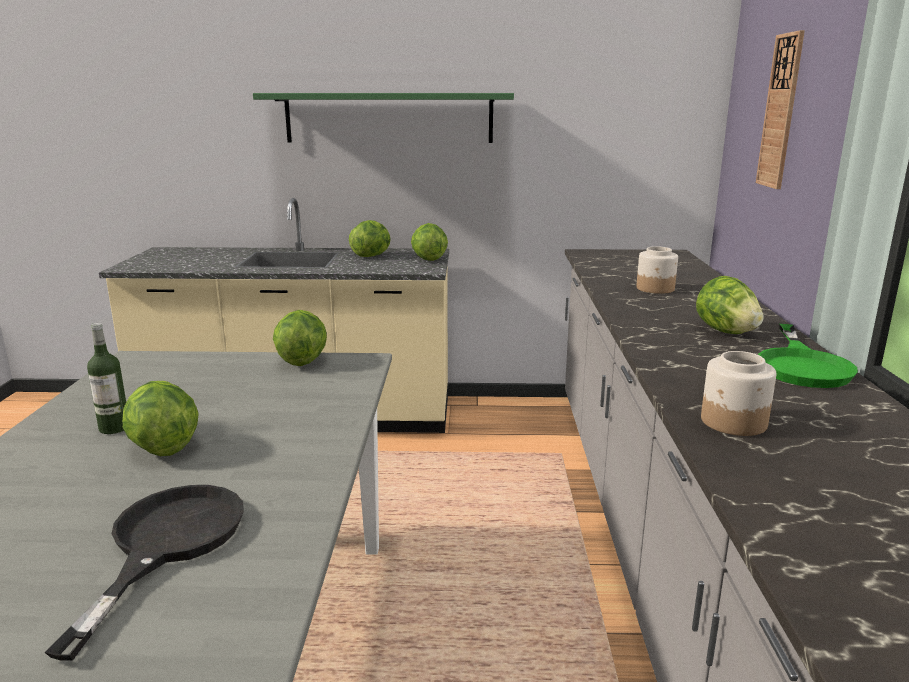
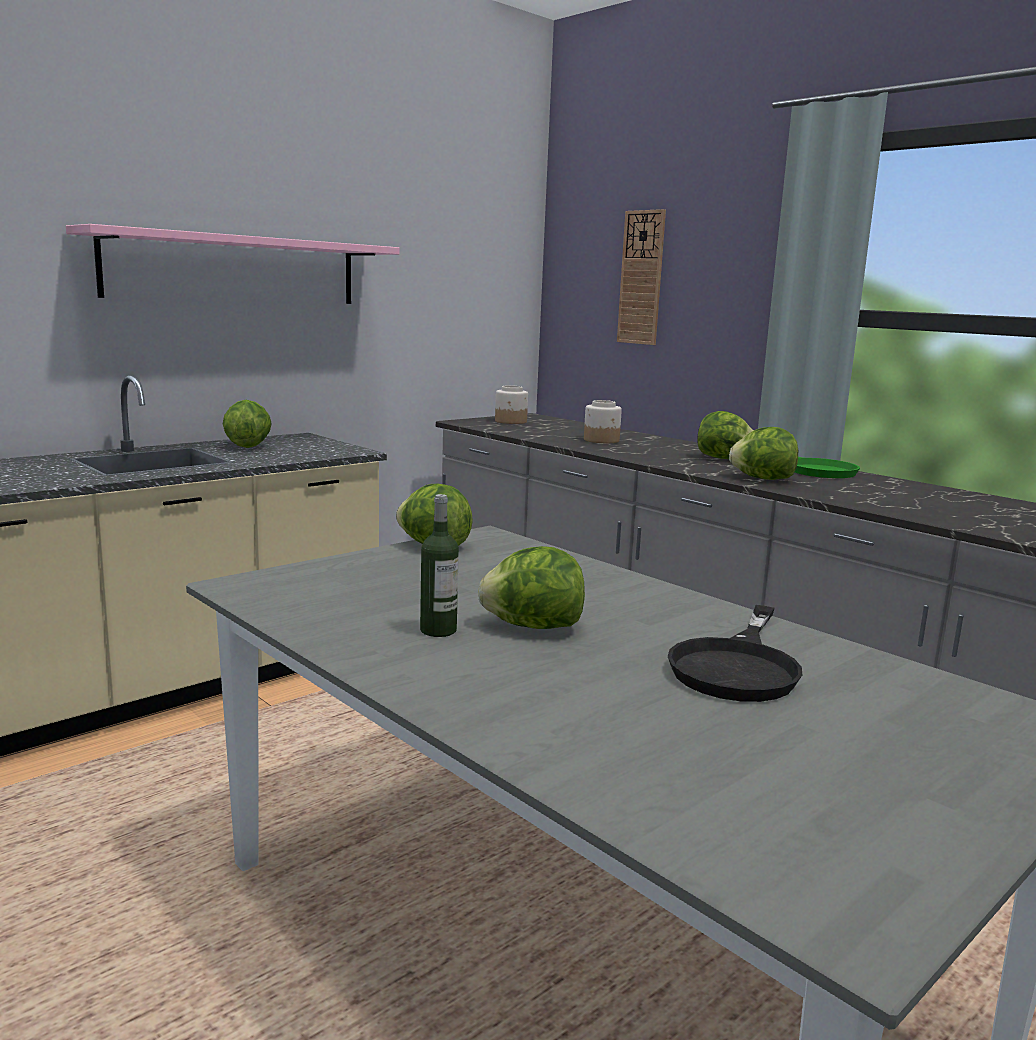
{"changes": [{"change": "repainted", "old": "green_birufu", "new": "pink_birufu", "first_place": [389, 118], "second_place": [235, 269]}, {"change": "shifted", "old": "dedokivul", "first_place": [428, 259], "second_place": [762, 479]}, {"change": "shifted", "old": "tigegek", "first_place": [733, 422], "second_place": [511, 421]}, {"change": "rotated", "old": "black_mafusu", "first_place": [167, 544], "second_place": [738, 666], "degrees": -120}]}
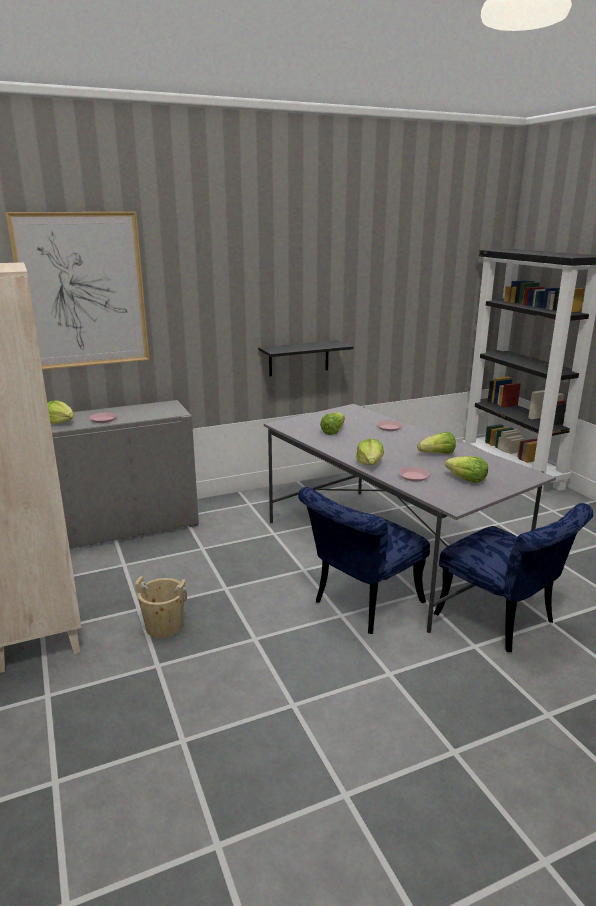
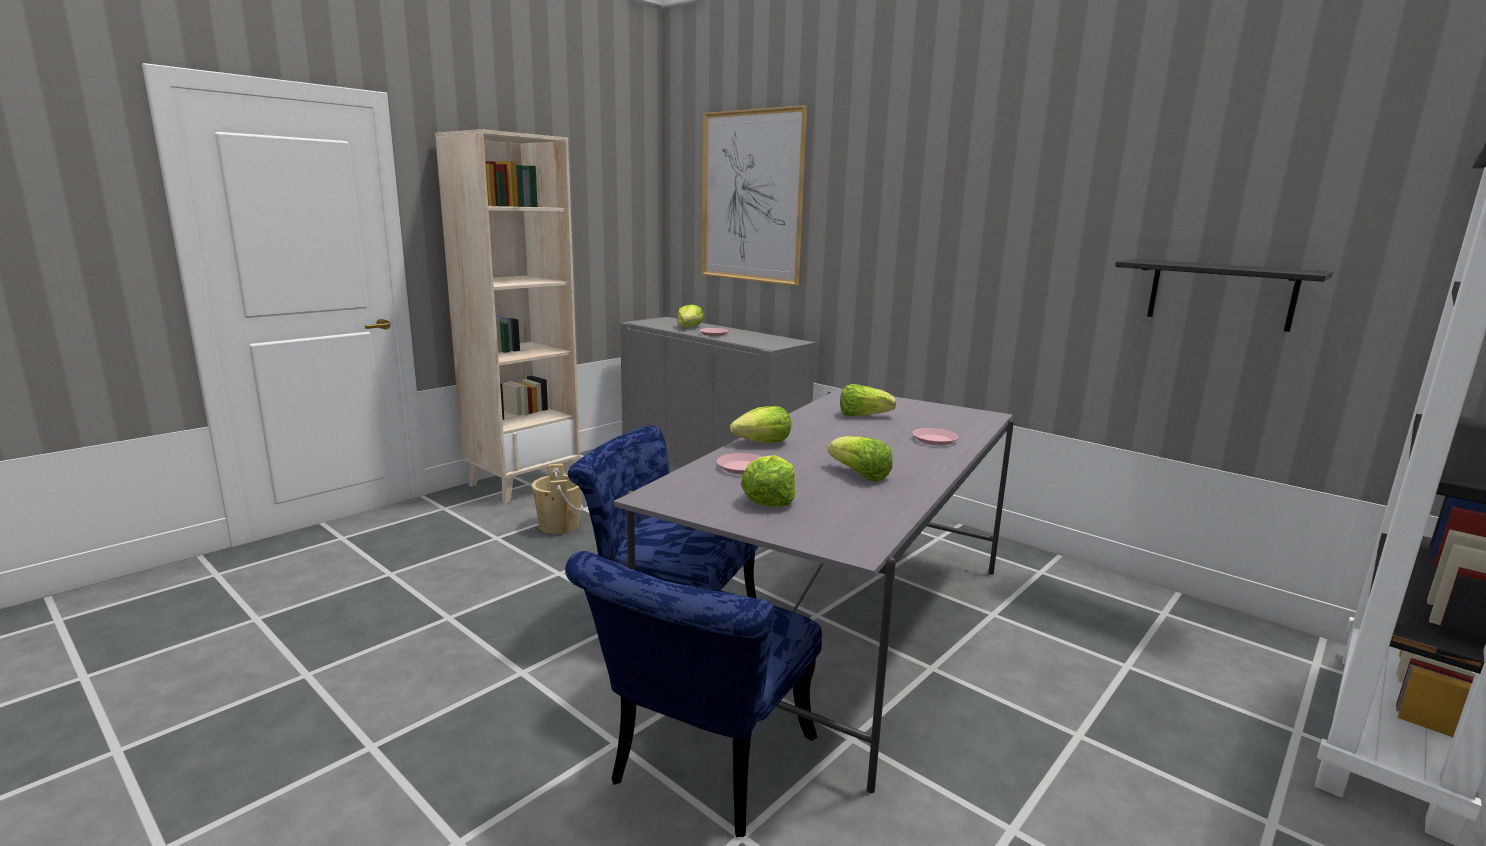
{"changes": [{"change": "shifted", "old": "black_birufu", "first_place": [299, 358], "second_place": [1220, 294]}]}
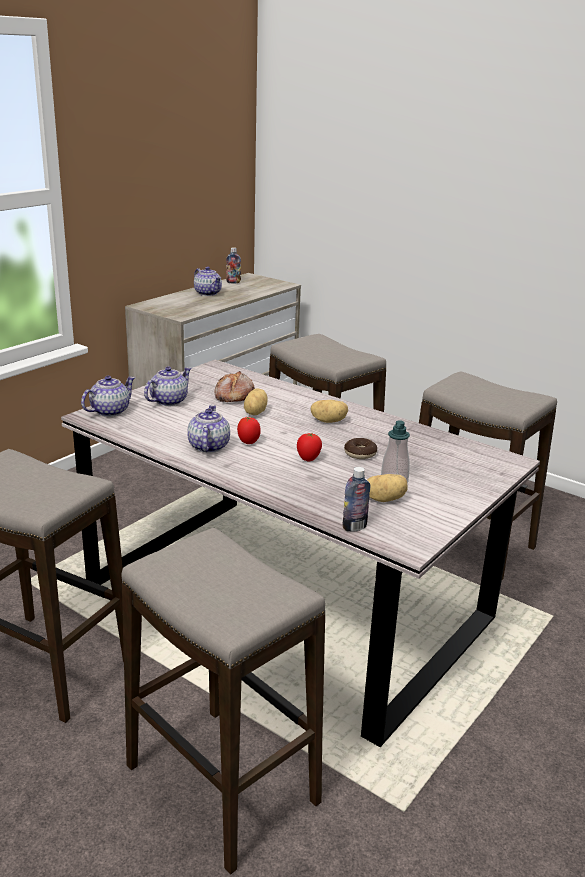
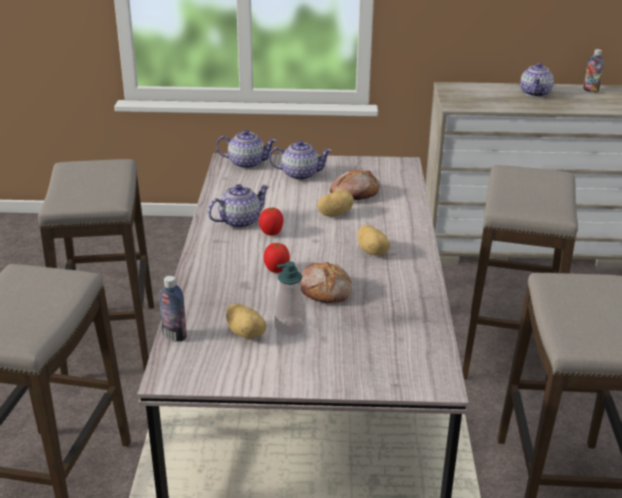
{"changes": [{"change": "swapped", "old": "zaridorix", "new": "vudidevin", "first_place": [360, 453], "second_place": [324, 290]}]}
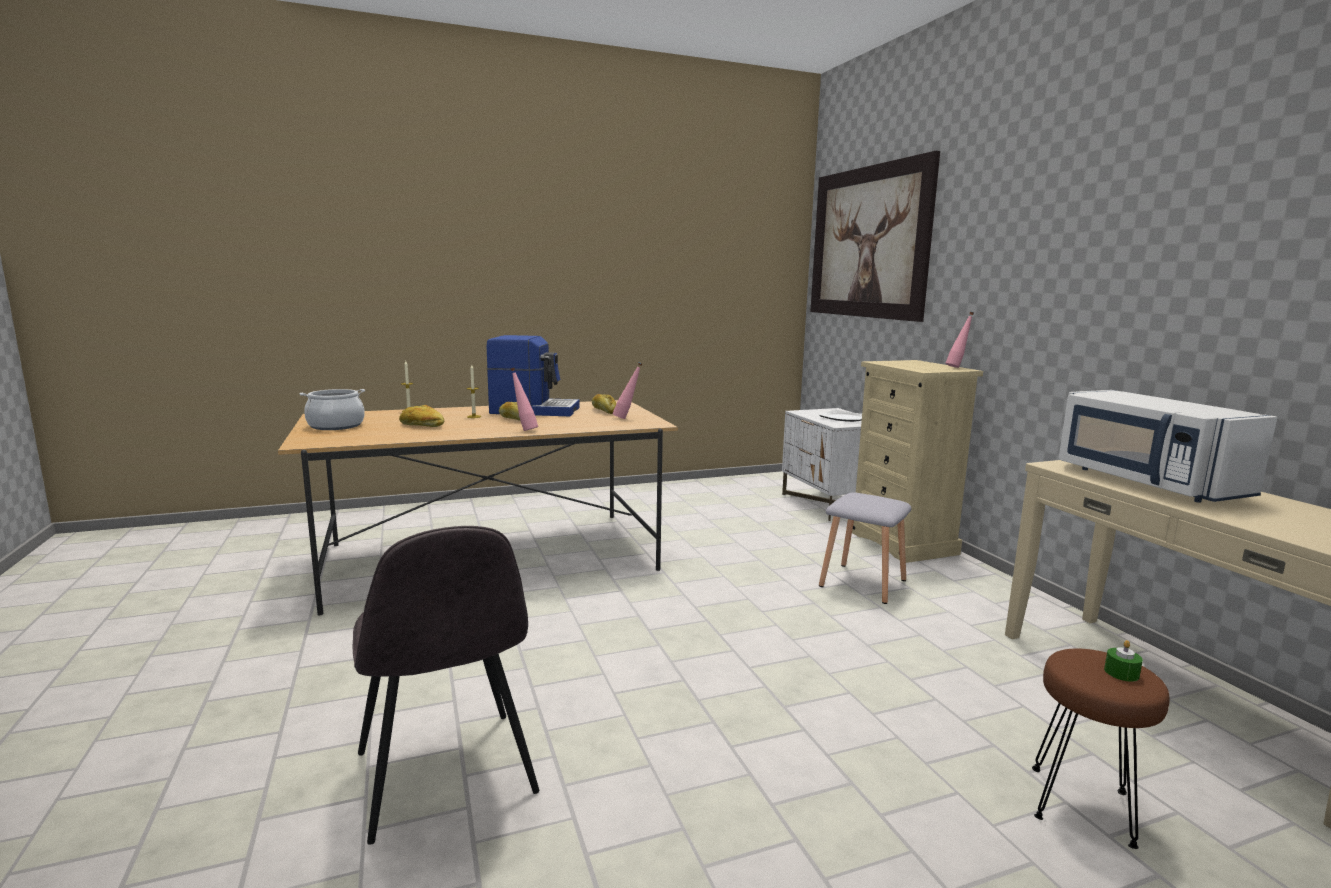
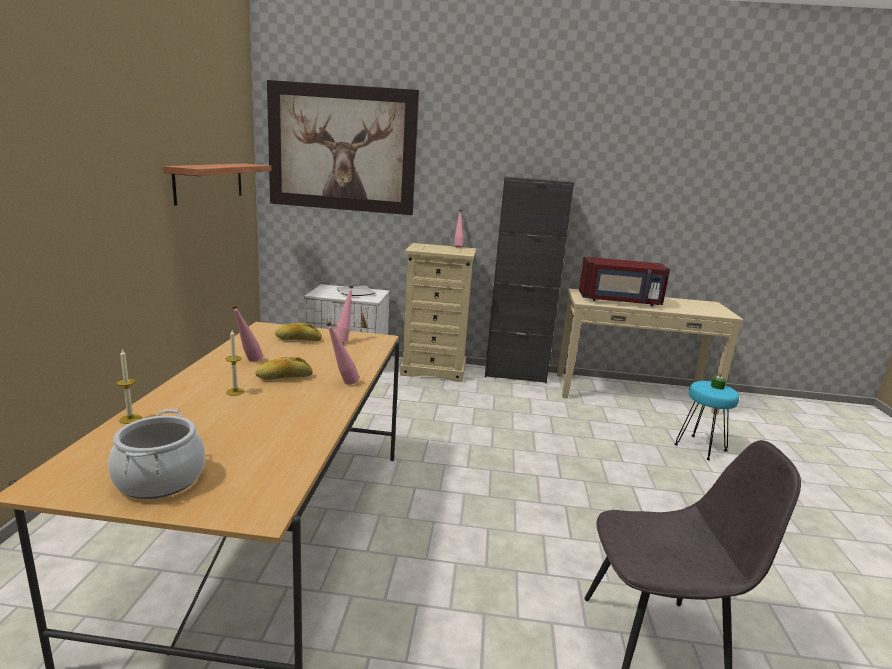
{"changes": [{"change": "swapped", "old": "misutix", "new": "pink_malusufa", "first_place": [534, 410], "second_place": [248, 362]}, {"change": "repainted", "old": "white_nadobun", "new": "red_nadobun", "first_place": [1145, 482], "second_place": [619, 301]}, {"change": "gone", "old": "vudidevin", "first_place": [422, 425]}, {"change": "gone", "old": "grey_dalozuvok", "first_place": [863, 584]}, {"change": "repainted", "old": "brown_dalozuvok", "new": "turquoise_dalozuvok", "first_place": [1083, 806], "second_place": [701, 447]}, {"change": "new", "new": "birufu", "second_place": [209, 182]}, {"change": "new", "new": "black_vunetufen", "second_place": [515, 375]}]}
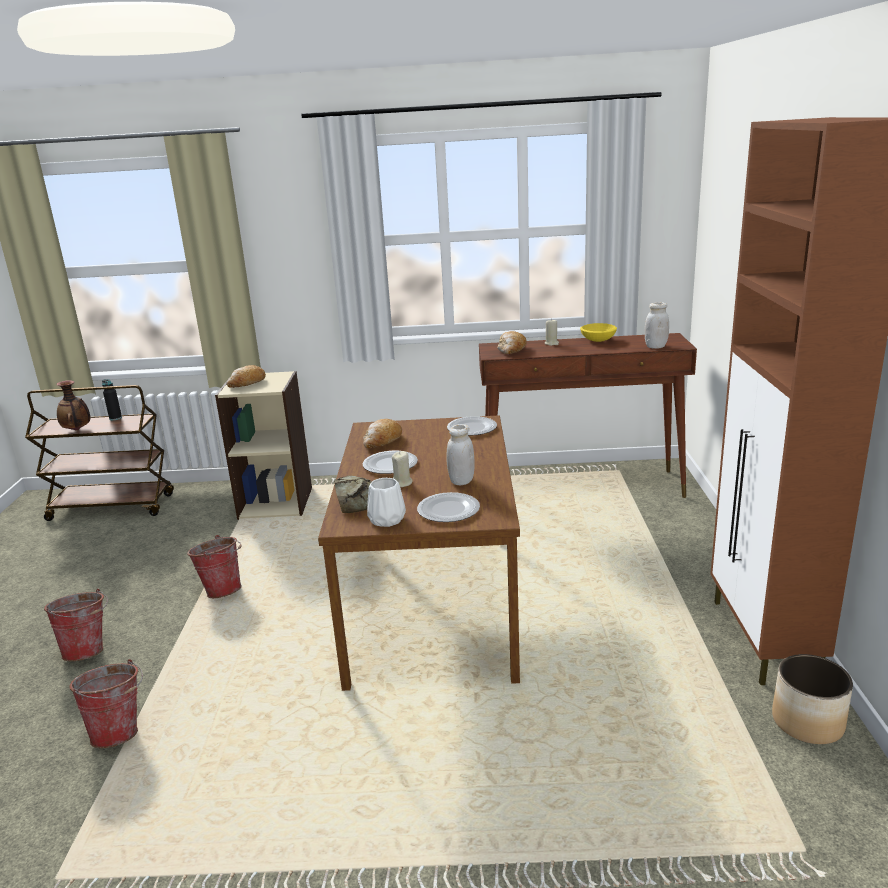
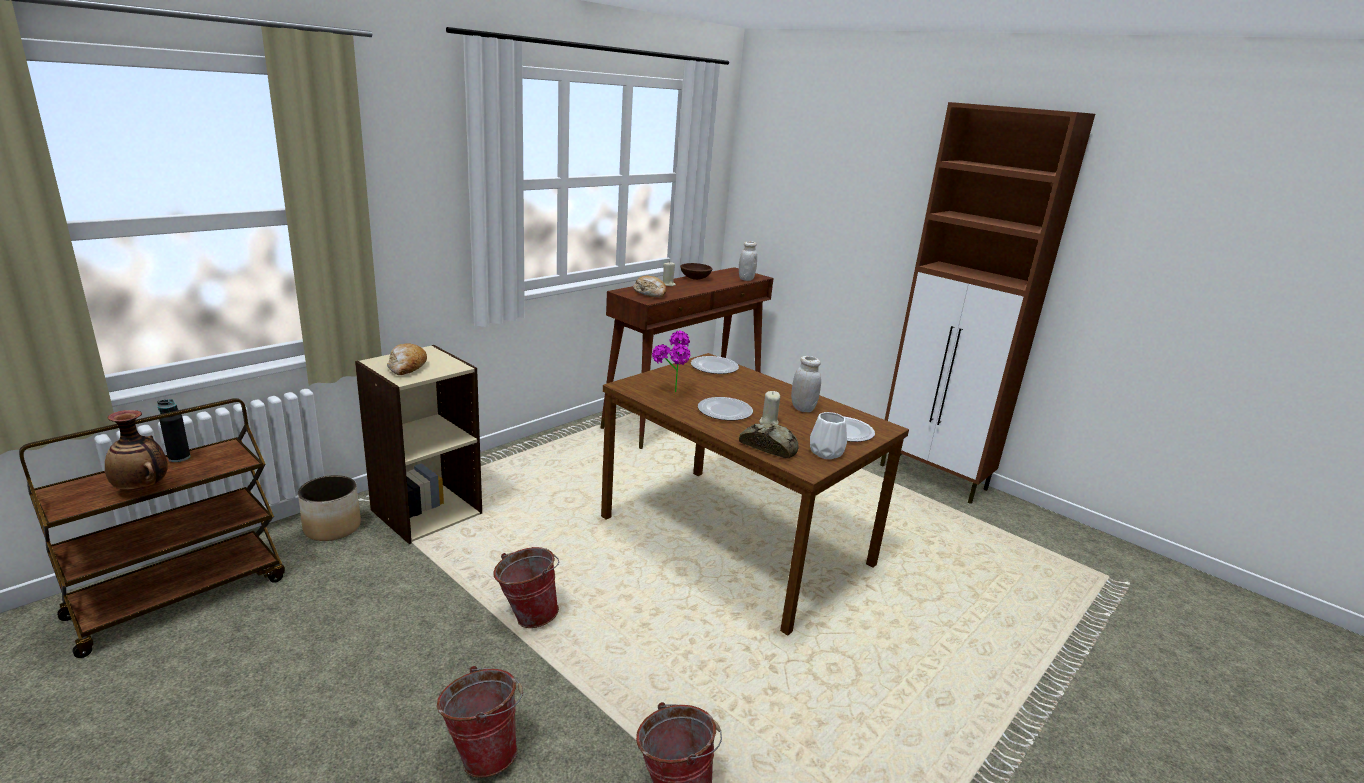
{"changes": [{"change": "repainted", "old": "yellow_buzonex", "new": "brown_buzonex", "first_place": [598, 340], "second_place": [695, 278]}, {"change": "swapped", "old": "vudidevin", "new": "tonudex", "first_place": [382, 441], "second_place": [670, 394]}, {"change": "shifted", "old": "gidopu", "first_place": [807, 722], "second_place": [332, 528]}]}
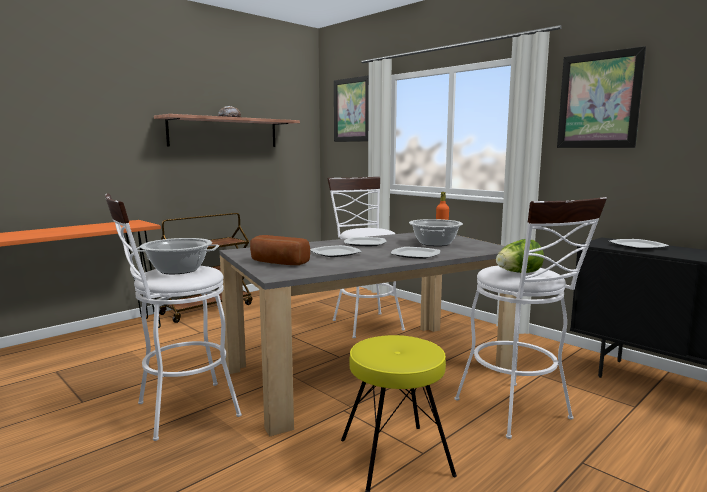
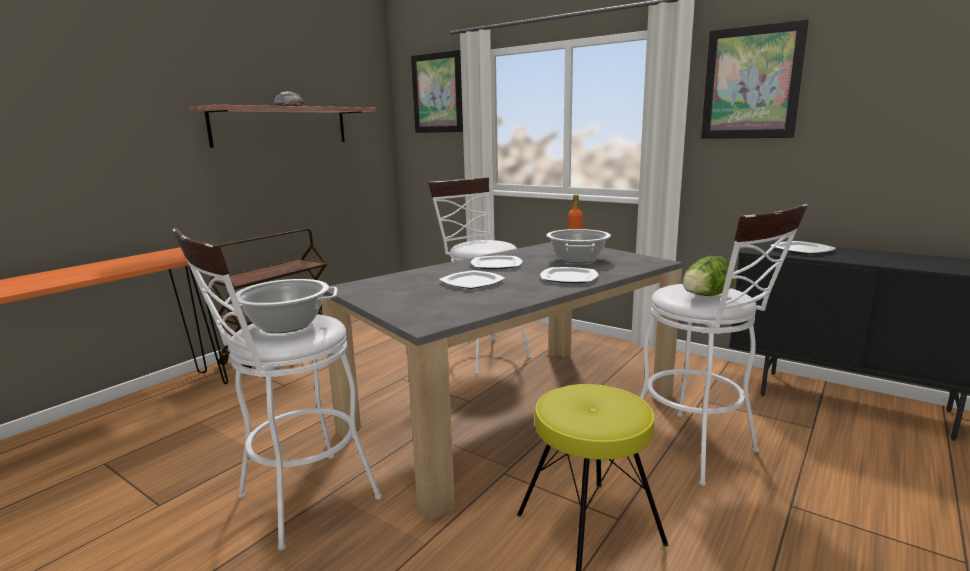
{"changes": [{"change": "gone", "old": "vudidevin", "first_place": [277, 263]}]}
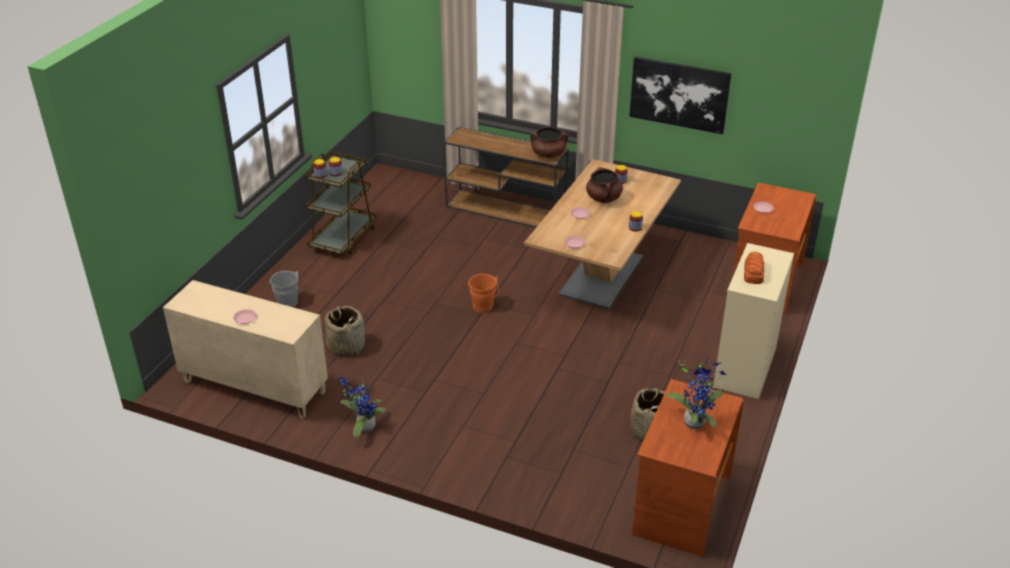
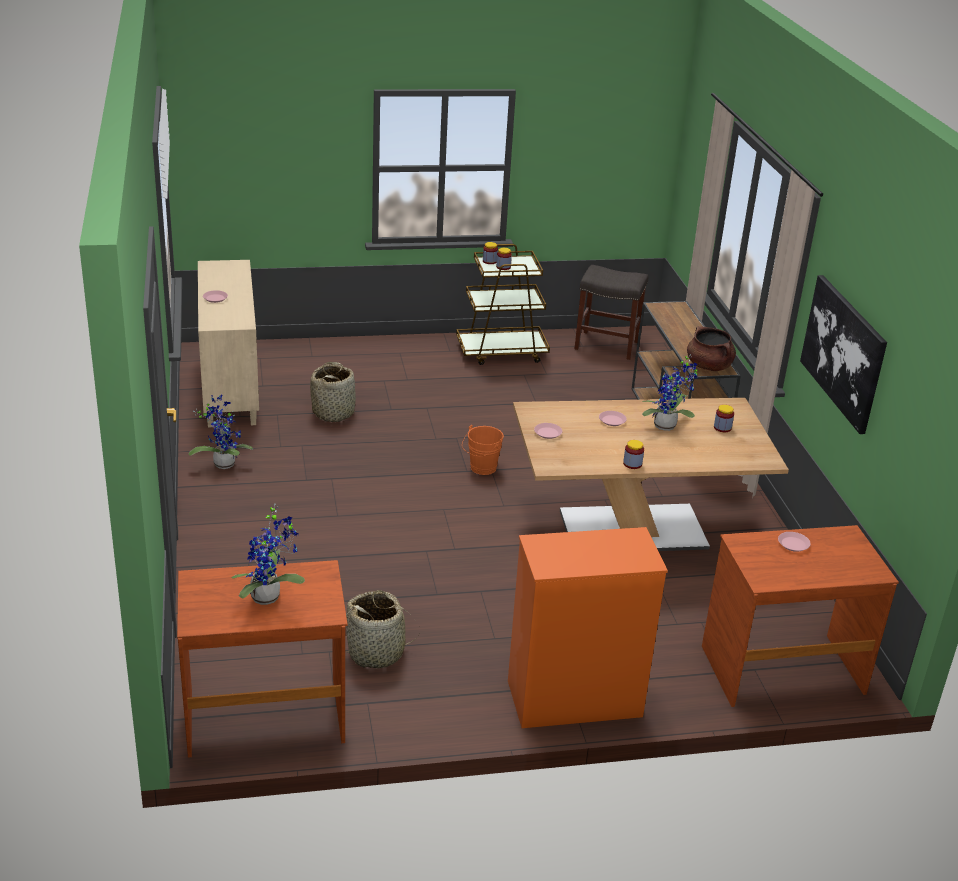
{"changes": [{"change": "swapped", "old": "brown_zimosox", "new": "tonudex", "first_place": [603, 198], "second_place": [667, 427]}, {"change": "repainted", "old": "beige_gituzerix", "new": "orange_gituzerix", "first_place": [745, 368], "second_place": [573, 699]}, {"change": "gone", "old": "vudidevin", "first_place": [753, 272]}, {"change": "gone", "old": "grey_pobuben", "first_place": [286, 301]}, {"change": "new", "new": "grey_dalozuvok", "second_place": [607, 345]}]}
